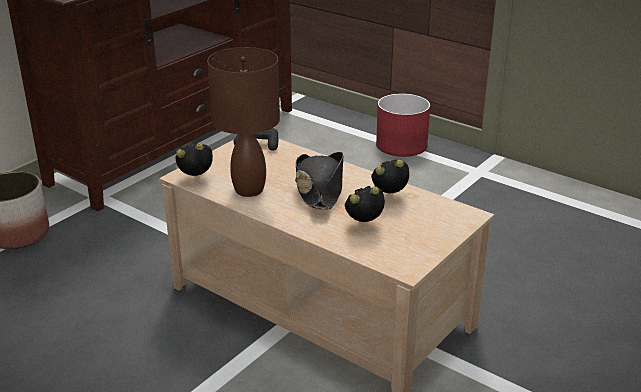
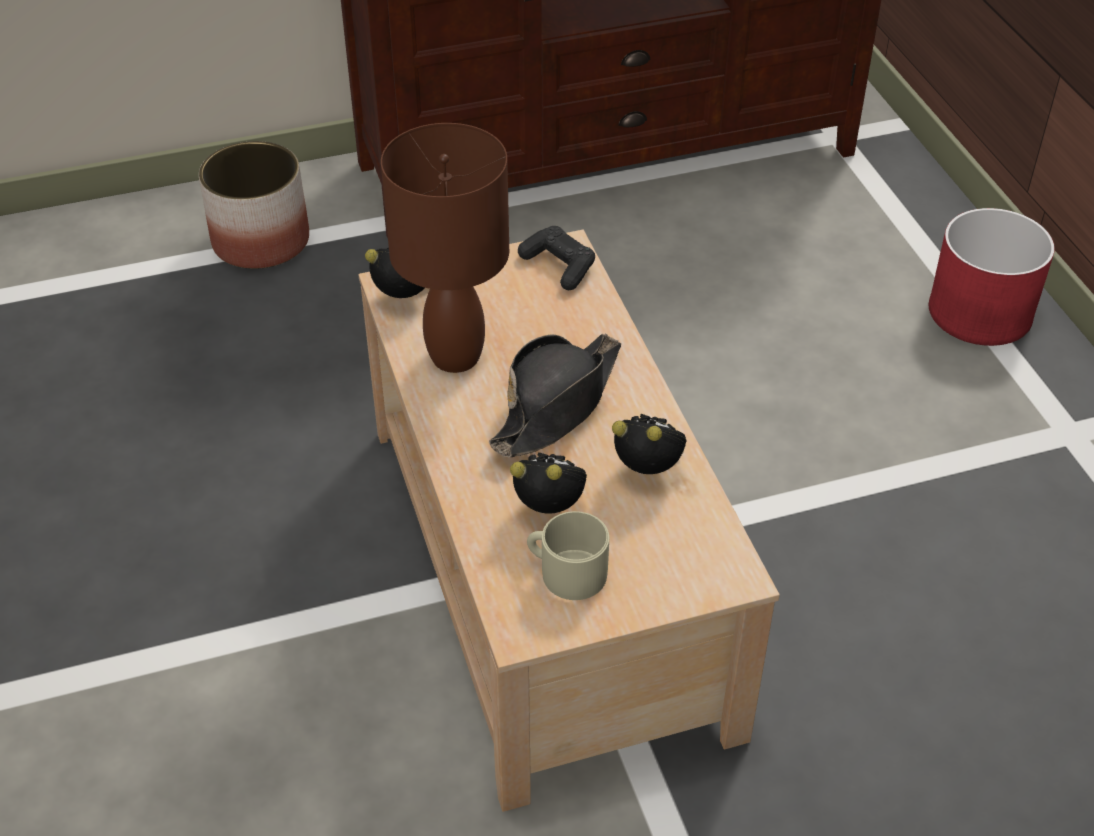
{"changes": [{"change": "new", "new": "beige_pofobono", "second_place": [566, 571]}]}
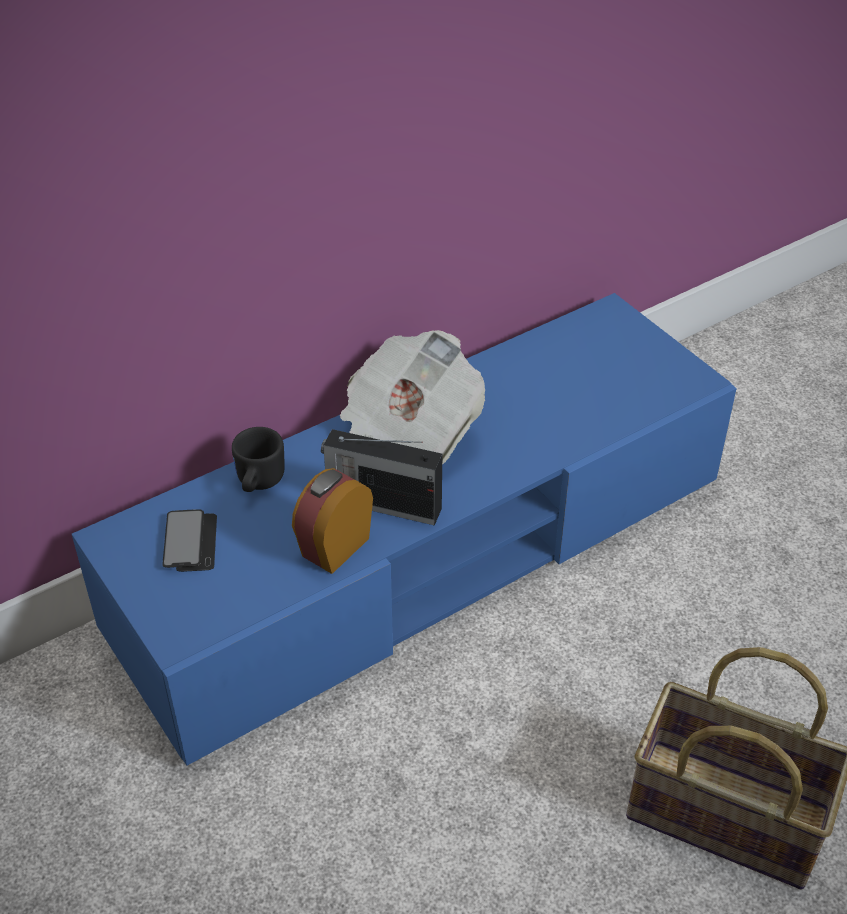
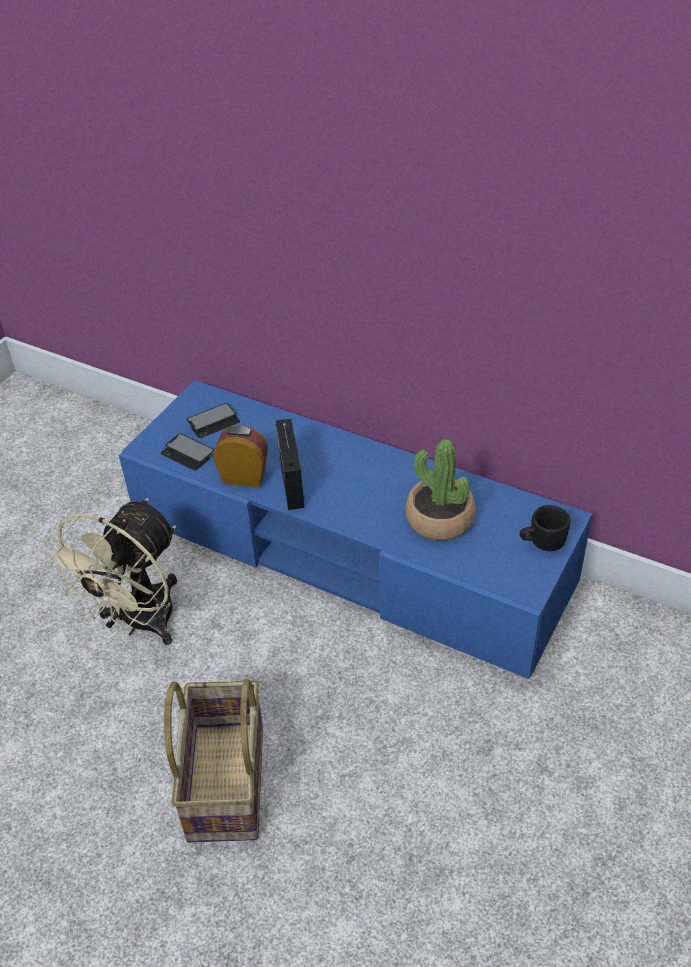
{"changes": [{"change": "gone", "old": "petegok", "first_place": [404, 440]}, {"change": "shifted", "old": "black_pofobono", "first_place": [257, 483], "second_place": [541, 542]}, {"change": "new", "new": "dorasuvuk", "second_place": [187, 453]}, {"change": "new", "new": "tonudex", "second_place": [439, 519]}, {"change": "new", "new": "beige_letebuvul", "second_place": [139, 623]}]}
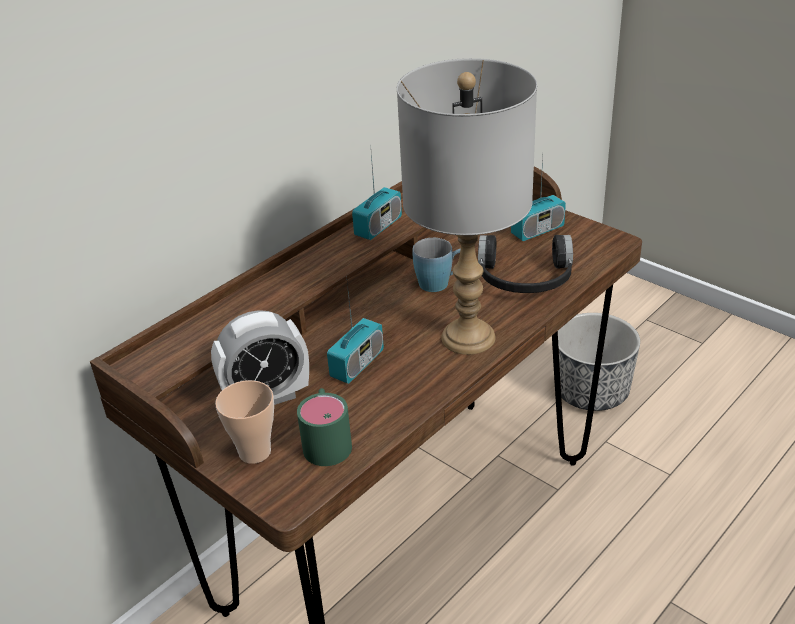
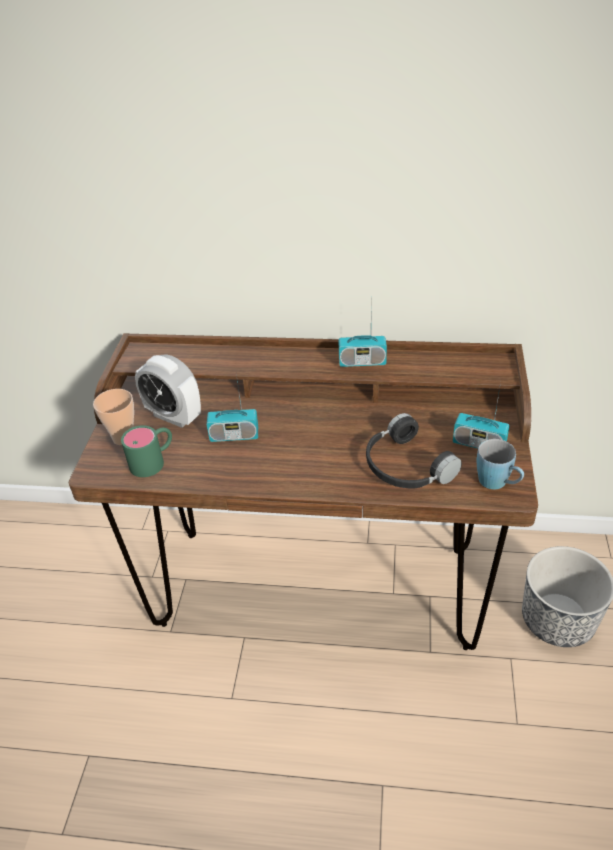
{"changes": [{"change": "gone", "old": "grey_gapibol", "first_place": [468, 338]}, {"change": "shifted", "old": "blue_pofobono", "first_place": [441, 283], "second_place": [498, 483]}]}
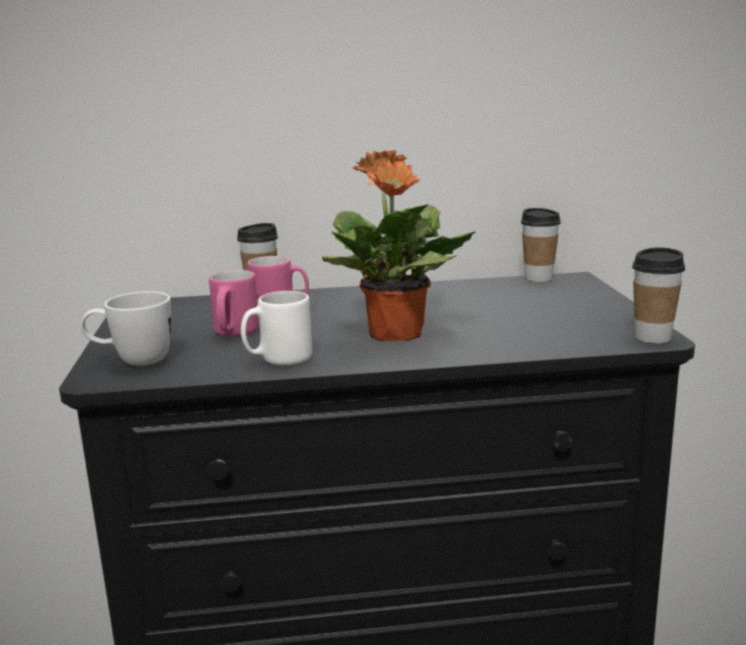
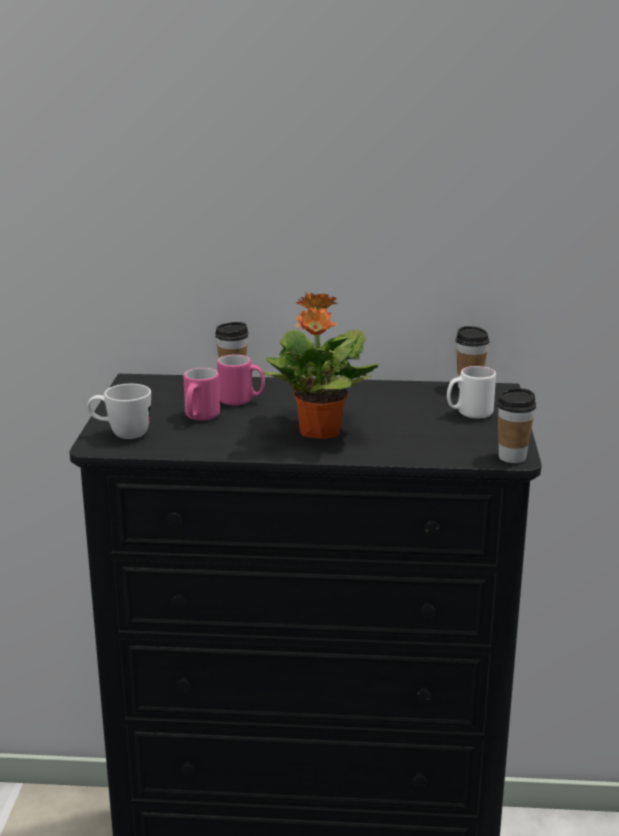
{"changes": [{"change": "shifted", "old": "white_pofobono", "first_place": [278, 360], "second_place": [469, 414]}]}
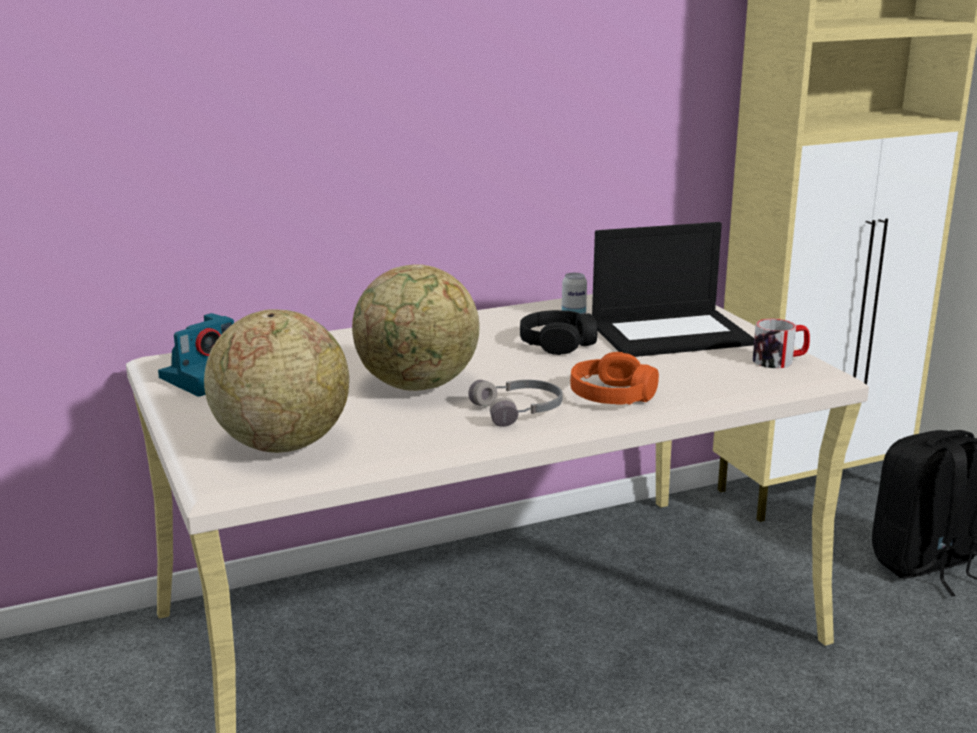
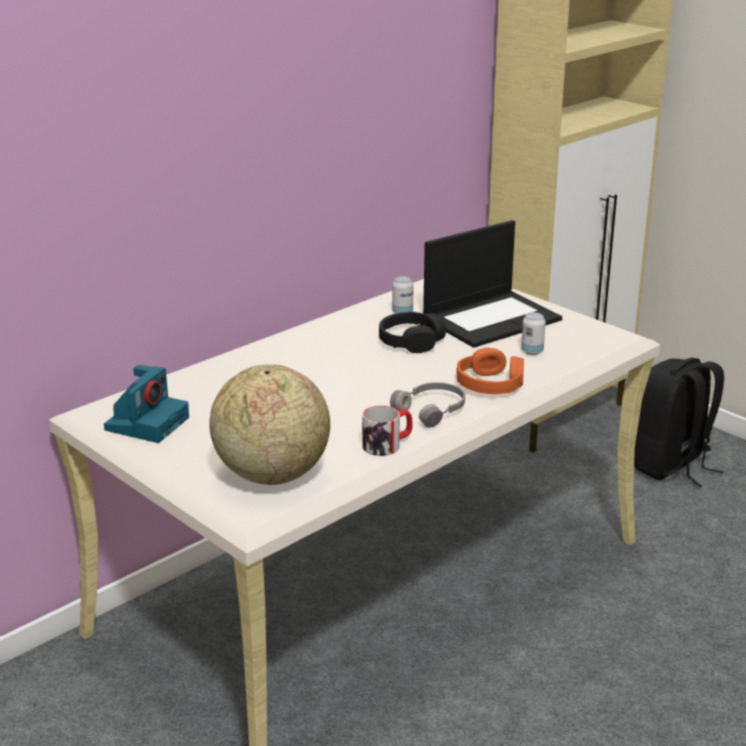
{"changes": [{"change": "gone", "old": "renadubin", "first_place": [417, 386]}, {"change": "shifted", "old": "pofobono", "first_place": [780, 360], "second_place": [387, 444]}, {"change": "new", "new": "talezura", "second_place": [532, 351]}]}
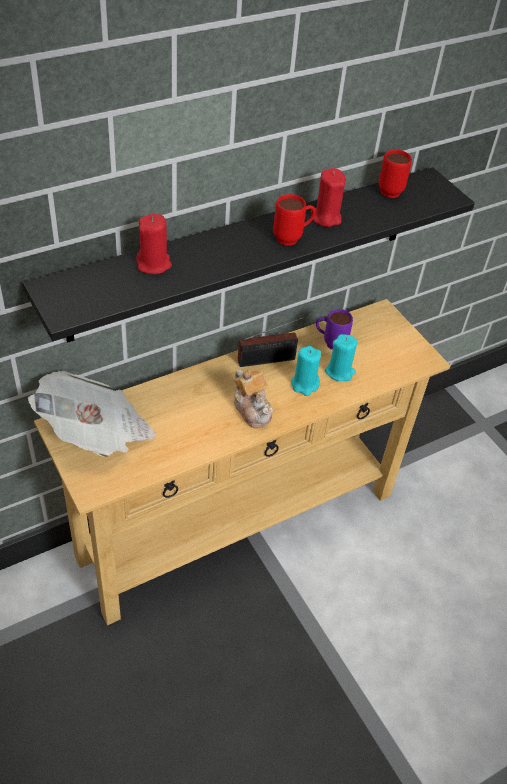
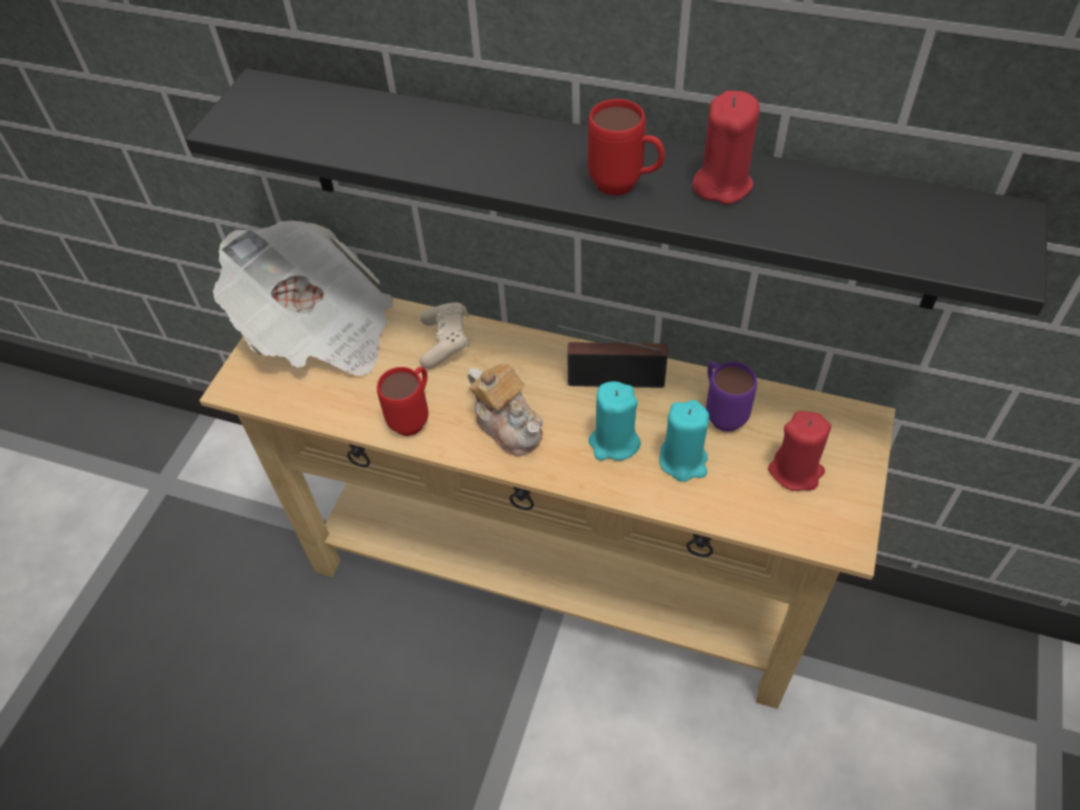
{"changes": [{"change": "shifted", "old": "red_pofobono", "first_place": [387, 189], "second_place": [414, 417]}, {"change": "shifted", "old": "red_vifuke", "first_place": [154, 264], "second_place": [795, 471]}, {"change": "rotated", "old": "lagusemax", "first_place": [269, 360], "second_place": [610, 379], "degrees": 150}, {"change": "rotated", "old": "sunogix", "first_place": [252, 409], "second_place": [509, 425], "degrees": -60}, {"change": "new", "new": "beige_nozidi", "second_place": [446, 343]}]}
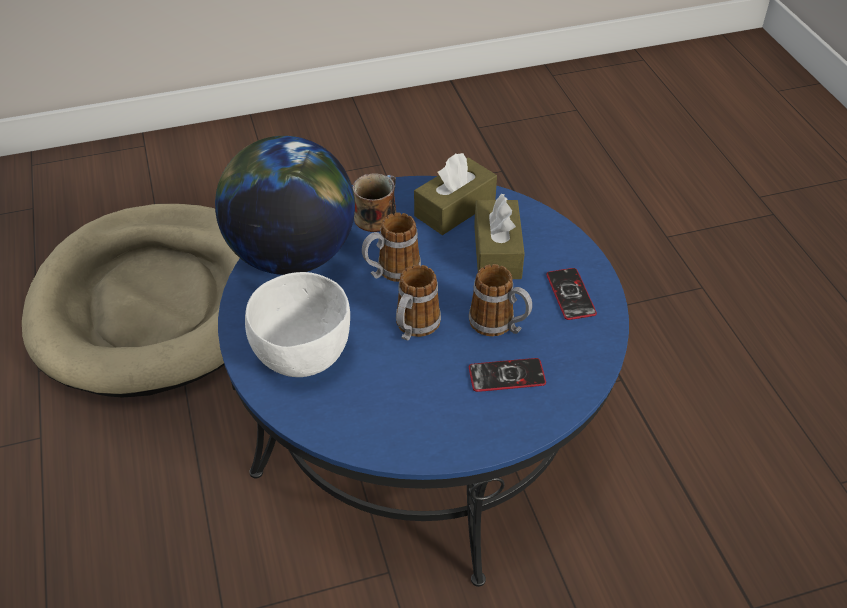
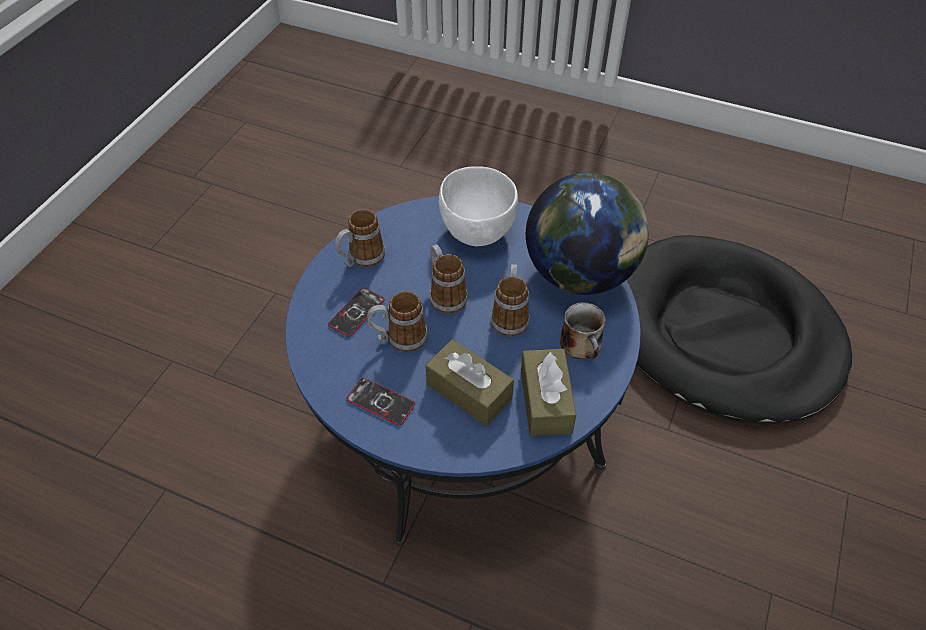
{"changes": [{"change": "repainted", "old": "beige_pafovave", "new": "black_pafovave", "first_place": [154, 303], "second_place": [723, 334]}, {"change": "new", "new": "pofobono", "second_place": [361, 259]}]}
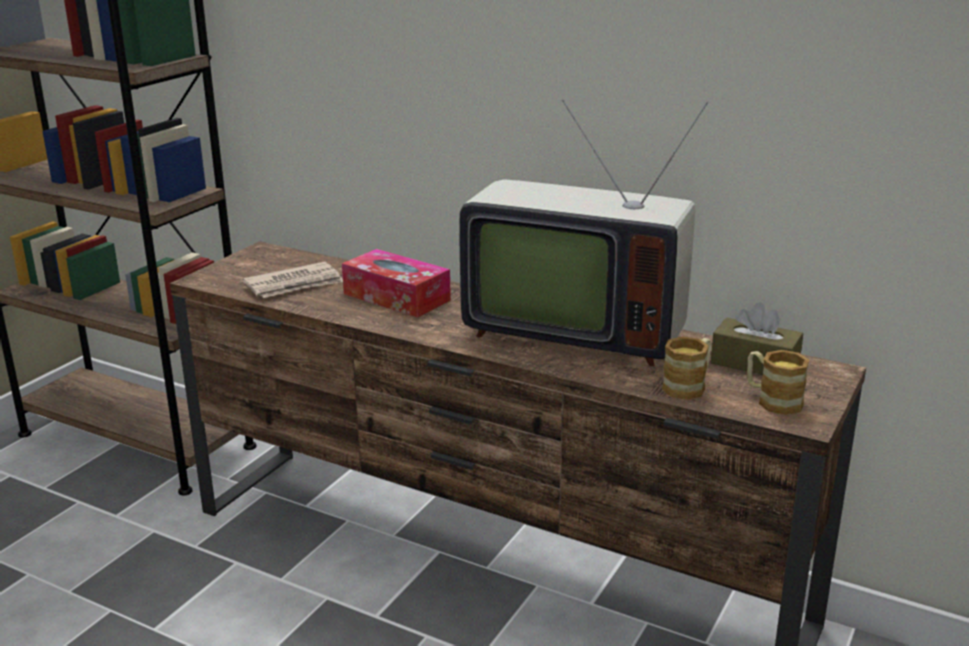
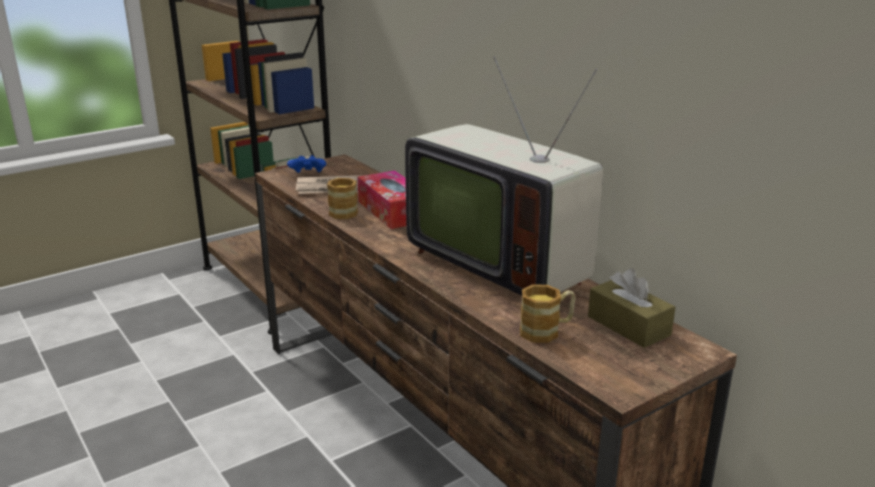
{"changes": [{"change": "shifted", "old": "pofobono", "first_place": [772, 400], "second_place": [342, 211]}, {"change": "new", "new": "blue_nozidi", "second_place": [308, 175]}]}
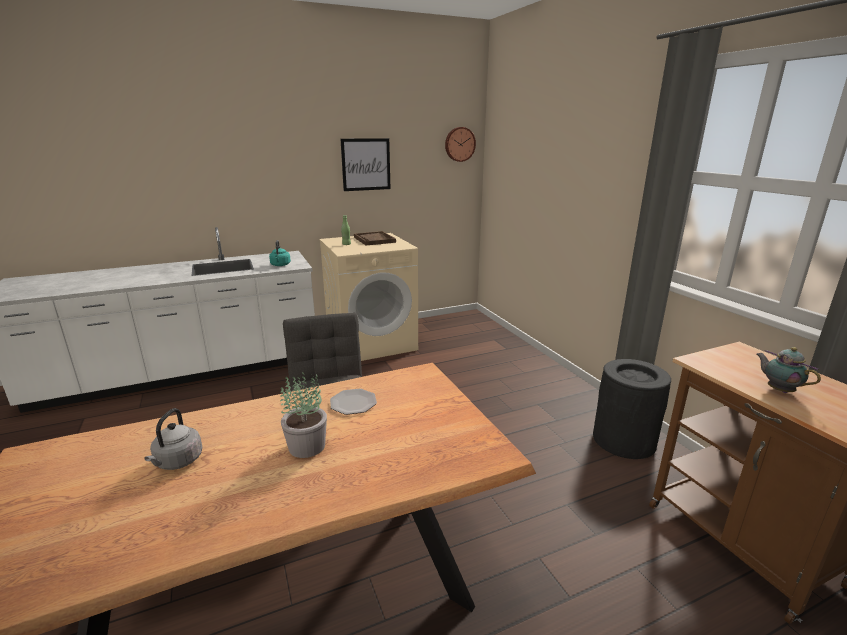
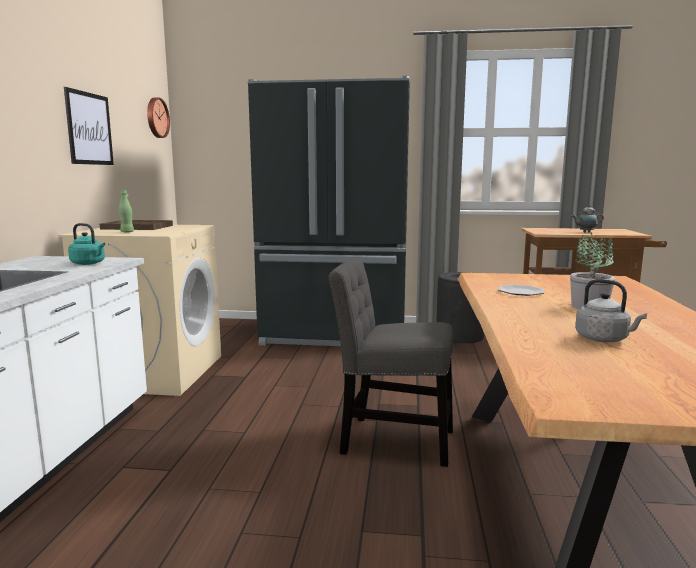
{"changes": [{"change": "new", "new": "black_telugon", "second_place": [335, 335]}]}
